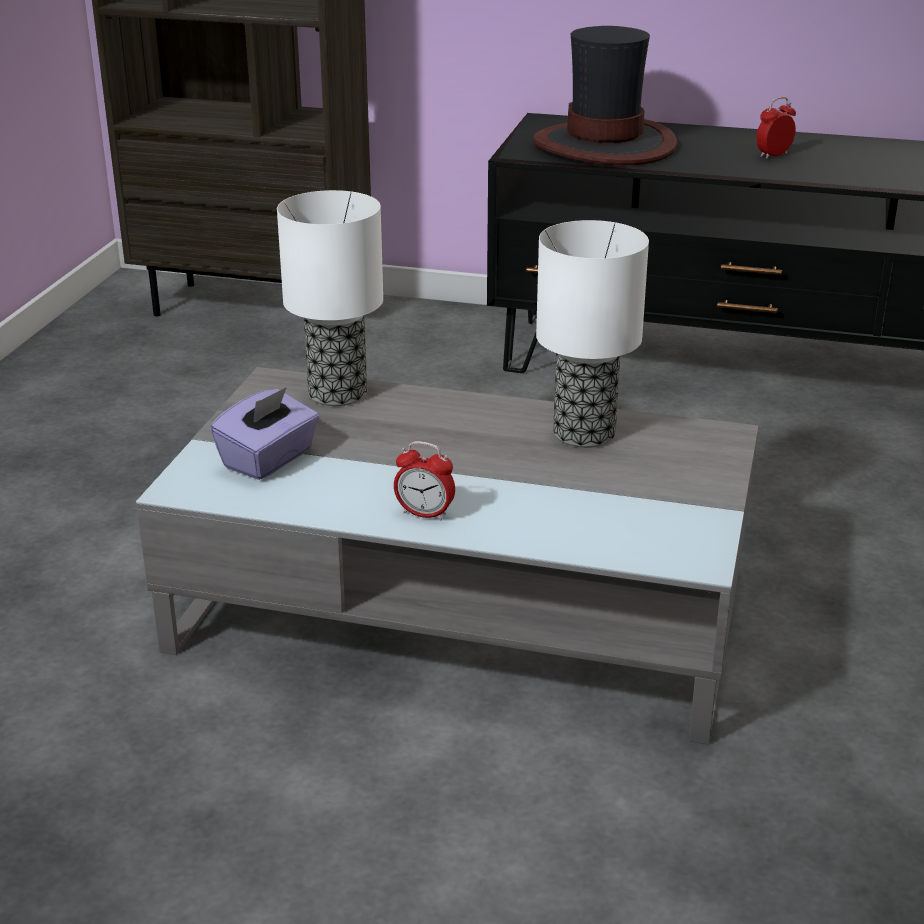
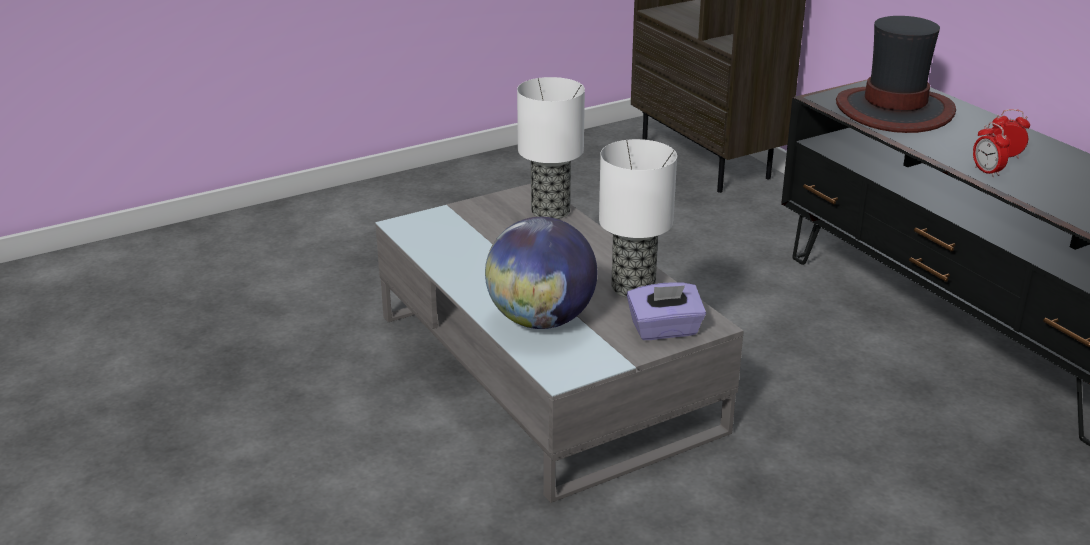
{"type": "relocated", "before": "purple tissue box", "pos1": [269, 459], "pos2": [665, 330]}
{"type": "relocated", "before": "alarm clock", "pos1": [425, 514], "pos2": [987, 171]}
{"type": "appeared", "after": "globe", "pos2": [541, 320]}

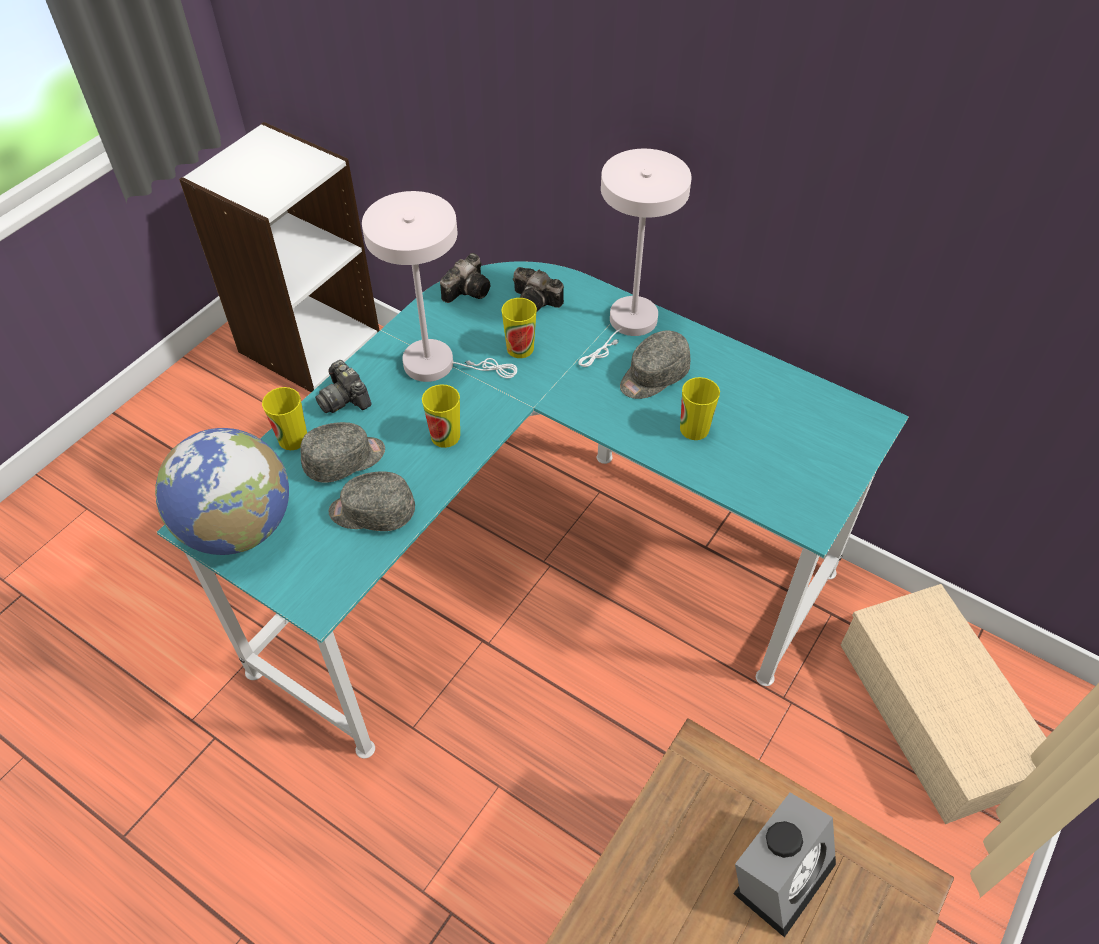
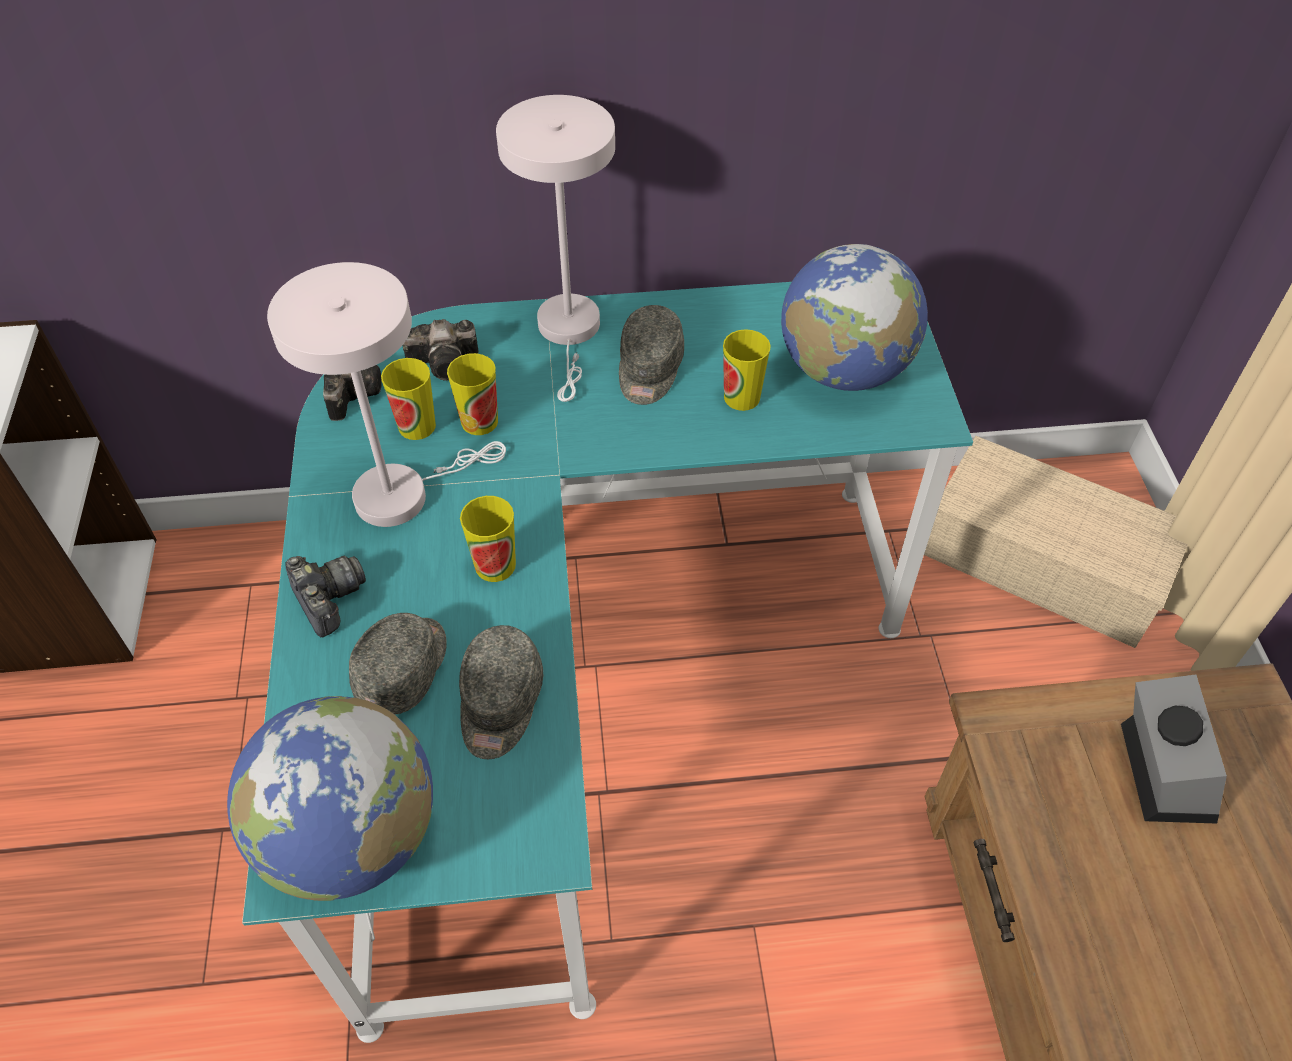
{"type": "relocated", "before": "cup", "pos1": [293, 439], "pos2": [417, 426]}
{"type": "spun", "before": "photo camera", "pos1": [344, 398], "pos2": [328, 600], "turn": -135}
{"type": "spun", "before": "grey cap", "pos1": [372, 512], "pos2": [500, 703], "turn": -45}
{"type": "appeared", "after": "globe", "pos2": [843, 370]}

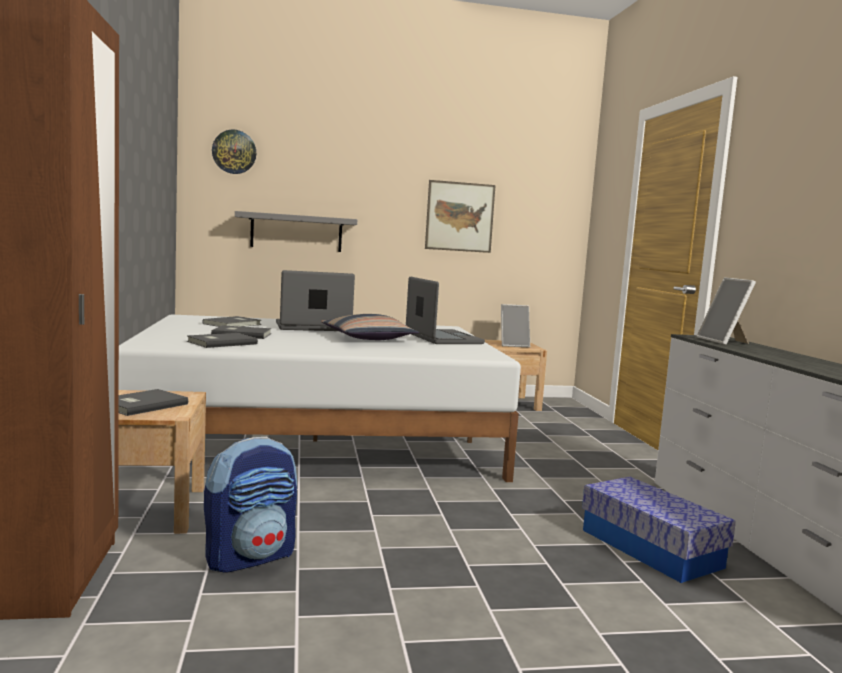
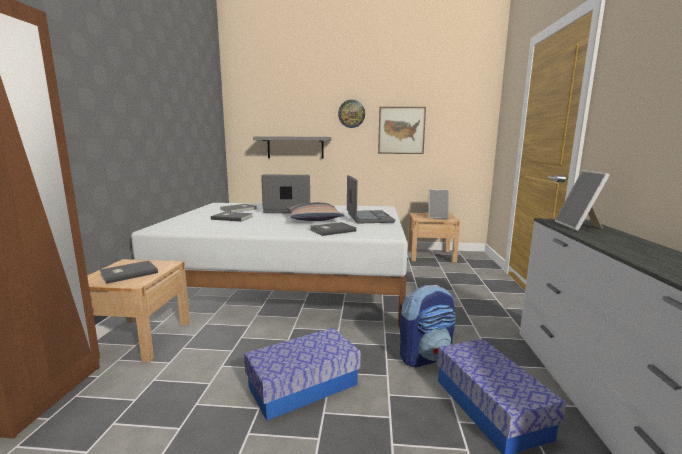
{"type": "relocated", "before": "grey book", "pos1": [220, 342], "pos2": [331, 230]}
{"type": "relocated", "before": "backpack", "pos1": [251, 557], "pos2": [425, 356]}
{"type": "relocated", "before": "wall clock", "pos1": [234, 152], "pos2": [351, 114]}
{"type": "appeared", "after": "storage box", "pos2": [303, 386]}

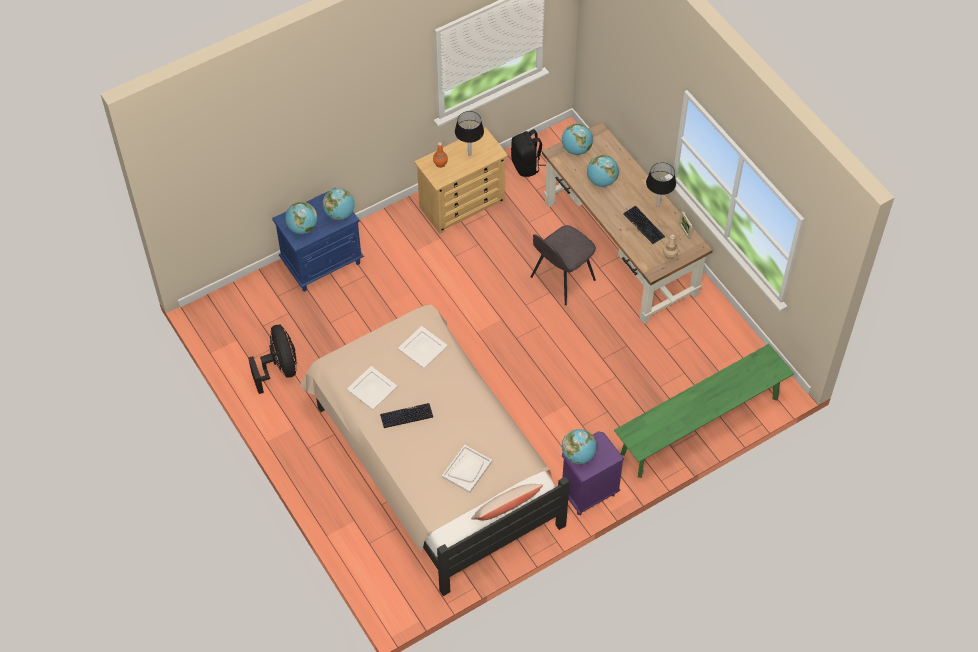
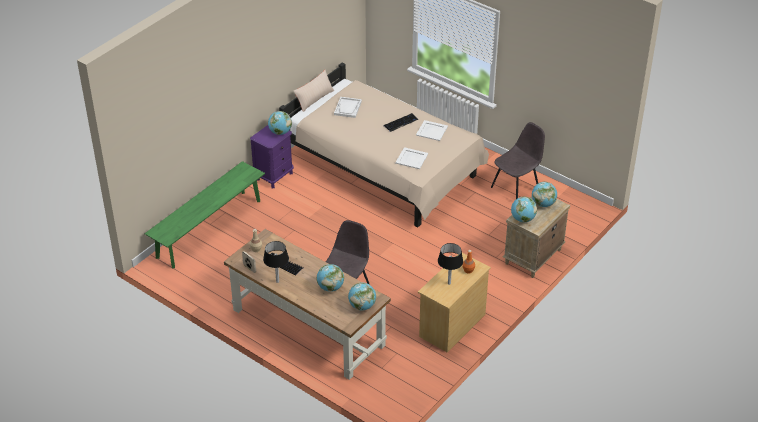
{"type": "exchanged", "before": "black fan", "after": "grey chair", "pos1": [279, 369], "pos2": [516, 189]}
{"type": "colour", "before": "blue nightstand", "after": "beige nightstand", "pos1": [322, 262], "pos2": [533, 257]}
{"type": "missing", "before": "black backpack", "pos1": [526, 166]}

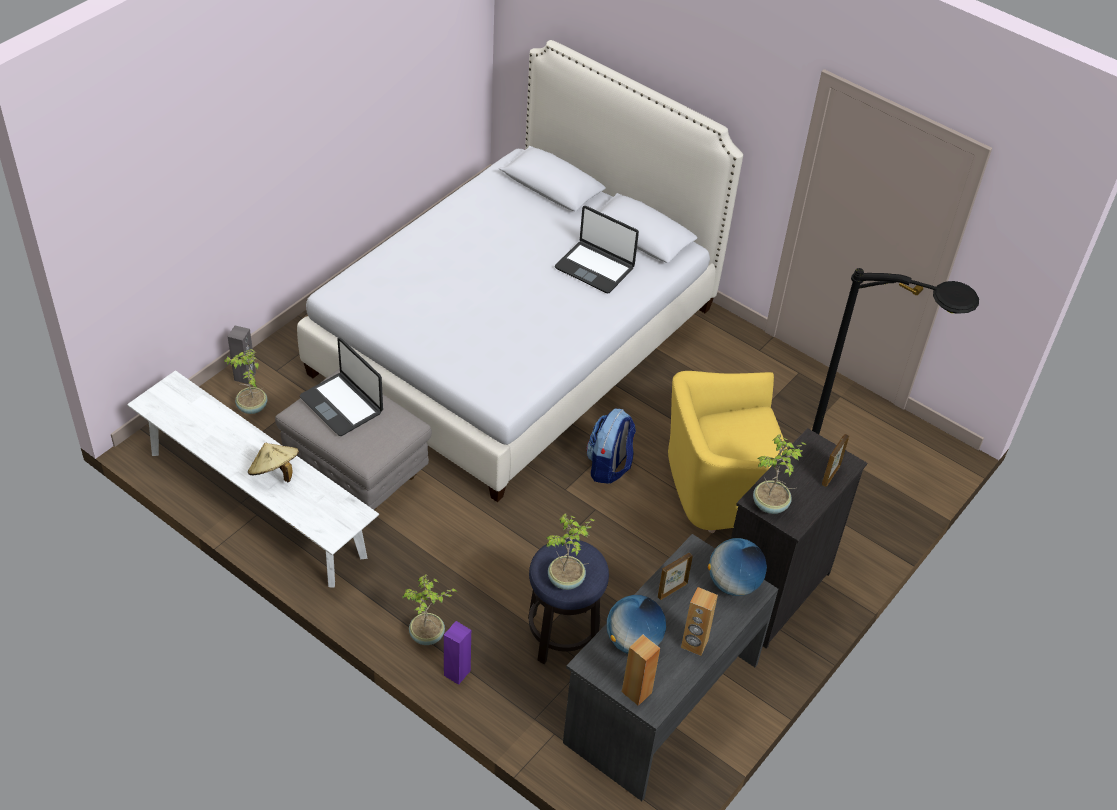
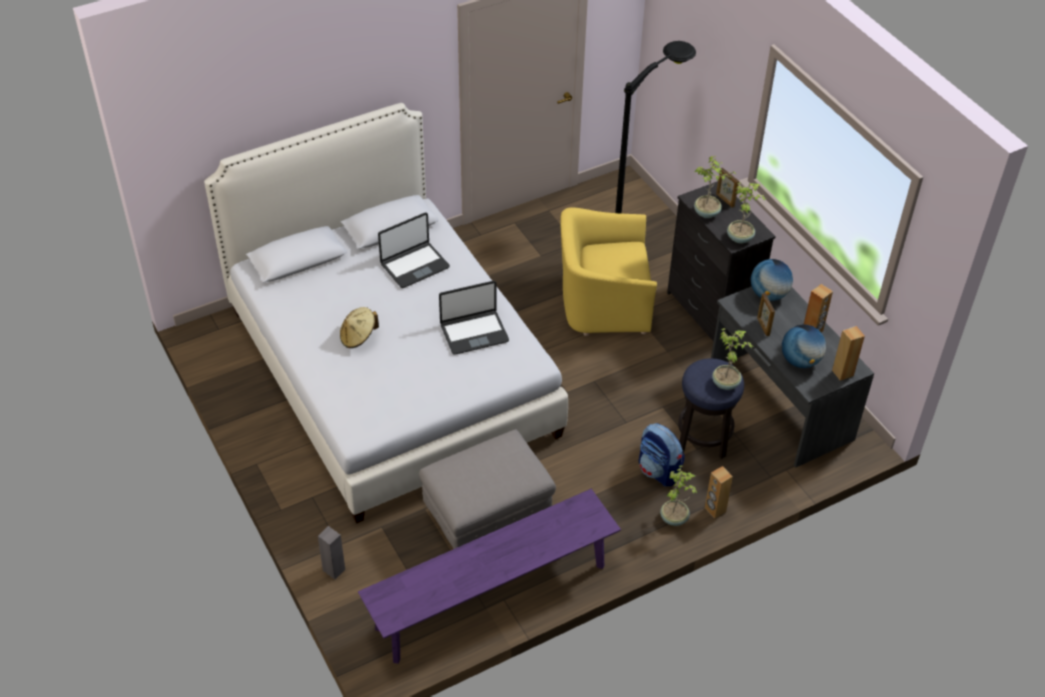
{"type": "colour", "before": "white bench", "after": "purple bench", "pos1": [256, 504], "pos2": [491, 597]}
{"type": "relocated", "before": "potted plant", "pos1": [251, 407], "pos2": [707, 213]}
{"type": "relocated", "before": "beige hat", "pos1": [275, 473], "pos2": [358, 337]}
{"type": "relocated", "before": "laptop", "pos1": [342, 404], "pos2": [474, 332]}
{"type": "colour", "before": "purple speaker", "after": "brown speaker", "pos1": [456, 673], "pos2": [715, 510]}
{"type": "relocated", "before": "backpack", "pos1": [609, 467], "pos2": [659, 471]}
{"type": "spun", "before": "yellow armchair", "pos1": [723, 485], "pos2": [603, 302], "turn": 75}

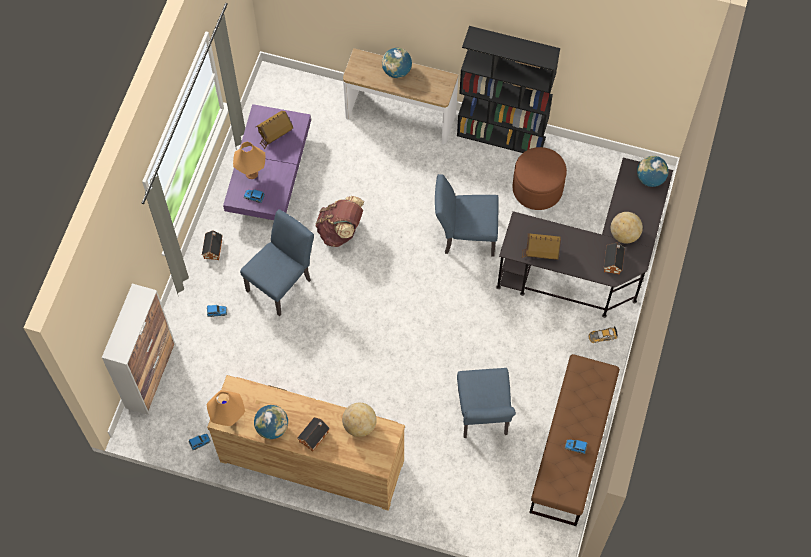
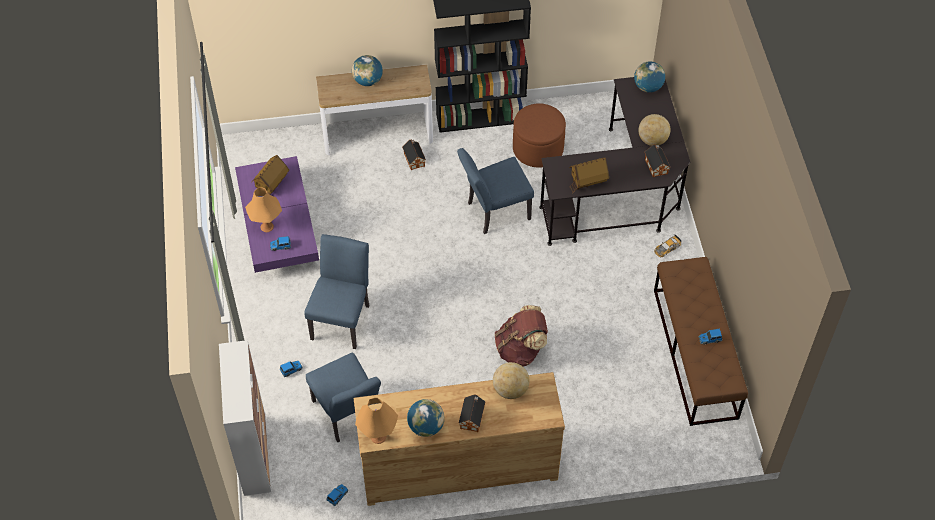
{"type": "relocated", "before": "toy house", "pos1": [213, 248], "pos2": [414, 159]}
{"type": "relocated", "before": "brown backpack", "pos1": [341, 231], "pos2": [520, 349]}
{"type": "relocated", "before": "blue chair", "pos1": [483, 417], "pos2": [348, 415]}

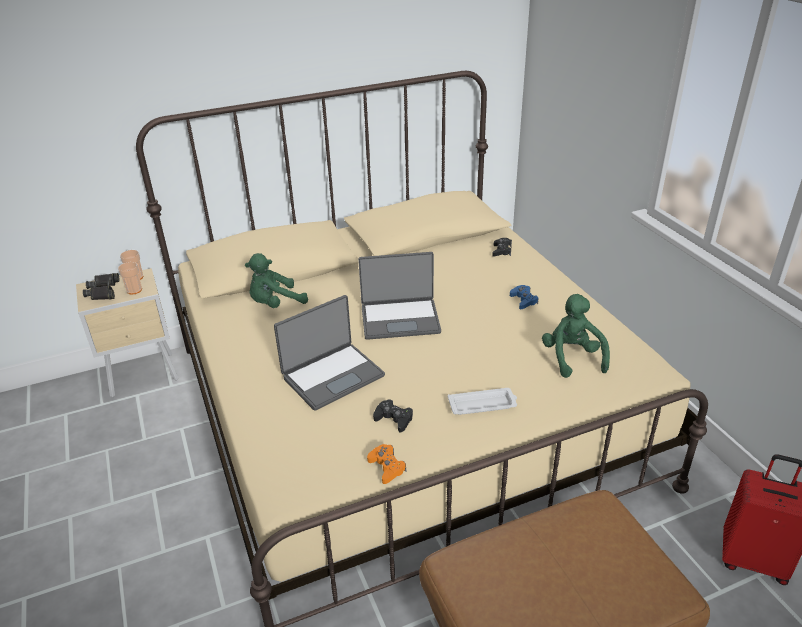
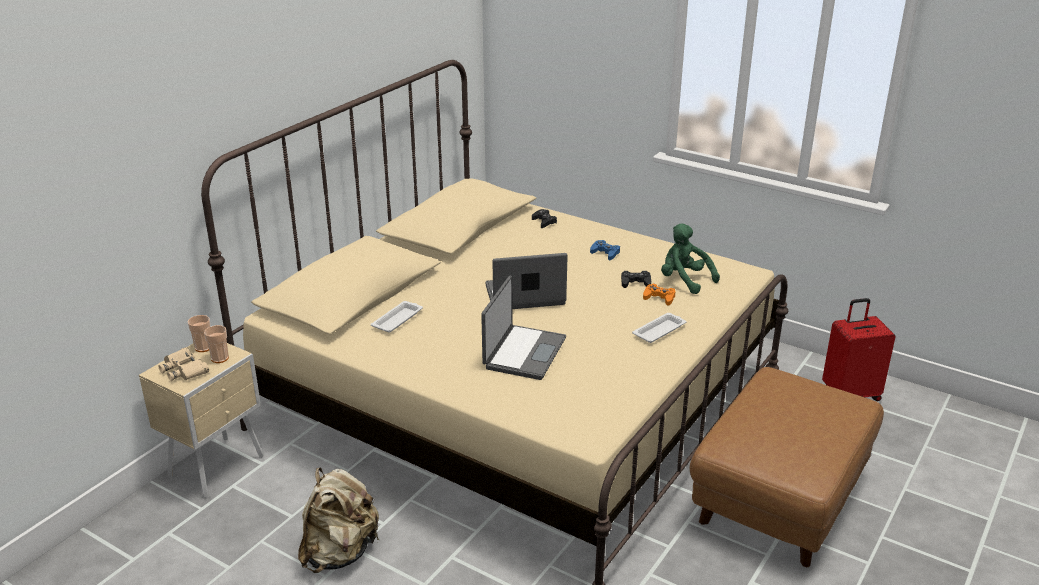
{"type": "colour", "before": "black binoculars", "after": "beige binoculars", "pos1": [103, 291], "pos2": [184, 370]}
{"type": "exchanged", "before": "green plush toy", "after": "white tray", "pos1": [275, 303], "pos2": [398, 319]}
{"type": "spun", "before": "laptop", "pos1": [400, 319], "pos2": [525, 296], "turn": -150}
{"type": "relocated", "before": "orange game controller", "pos1": [387, 467], "pos2": [659, 298]}
{"type": "relocated", "before": "black game controller", "pos1": [394, 419], "pos2": [635, 283]}
{"type": "appeared", "after": "beige backpack", "pos2": [340, 552]}

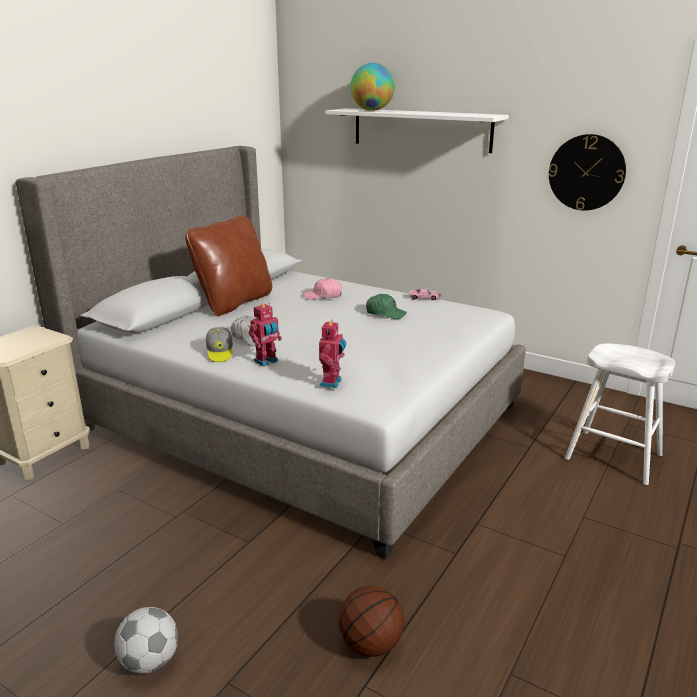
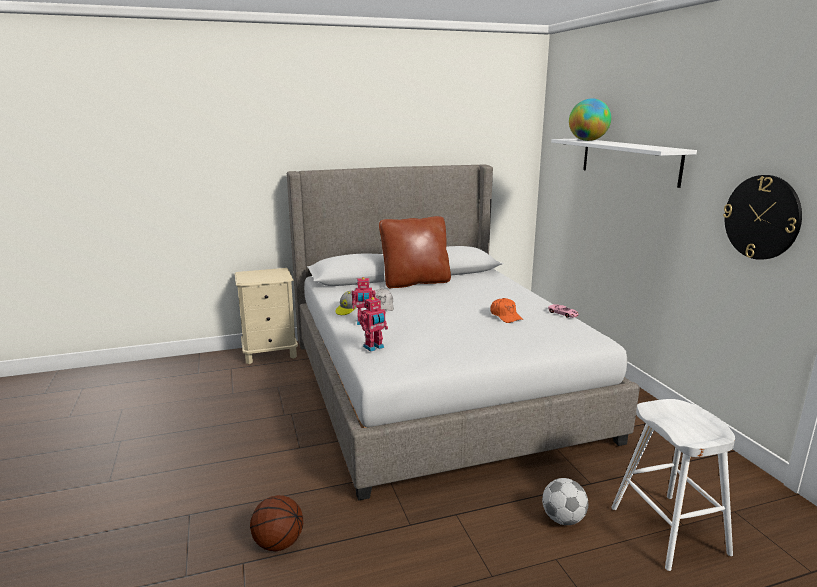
{"type": "relocated", "before": "football", "pos1": [150, 661], "pos2": [563, 519]}
{"type": "missing", "before": "pink cap", "pos1": [323, 296]}
{"type": "colour", "before": "green cap", "after": "orange cap", "pos1": [385, 313], "pos2": [506, 316]}

